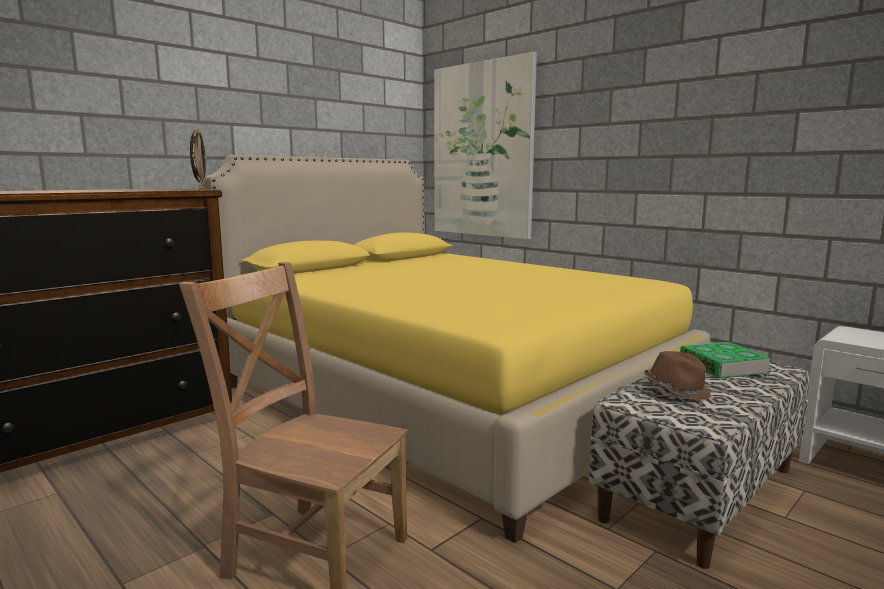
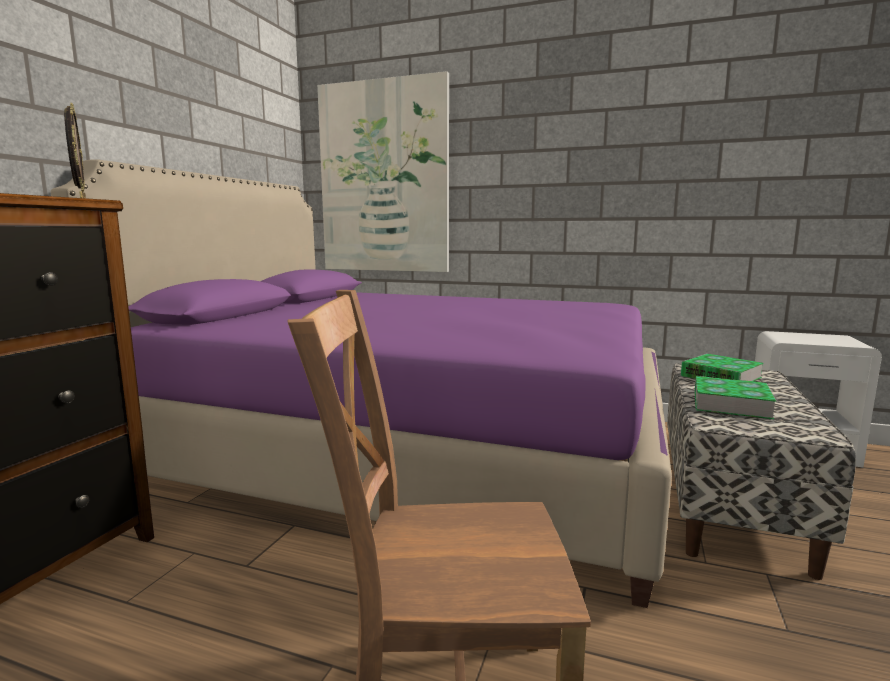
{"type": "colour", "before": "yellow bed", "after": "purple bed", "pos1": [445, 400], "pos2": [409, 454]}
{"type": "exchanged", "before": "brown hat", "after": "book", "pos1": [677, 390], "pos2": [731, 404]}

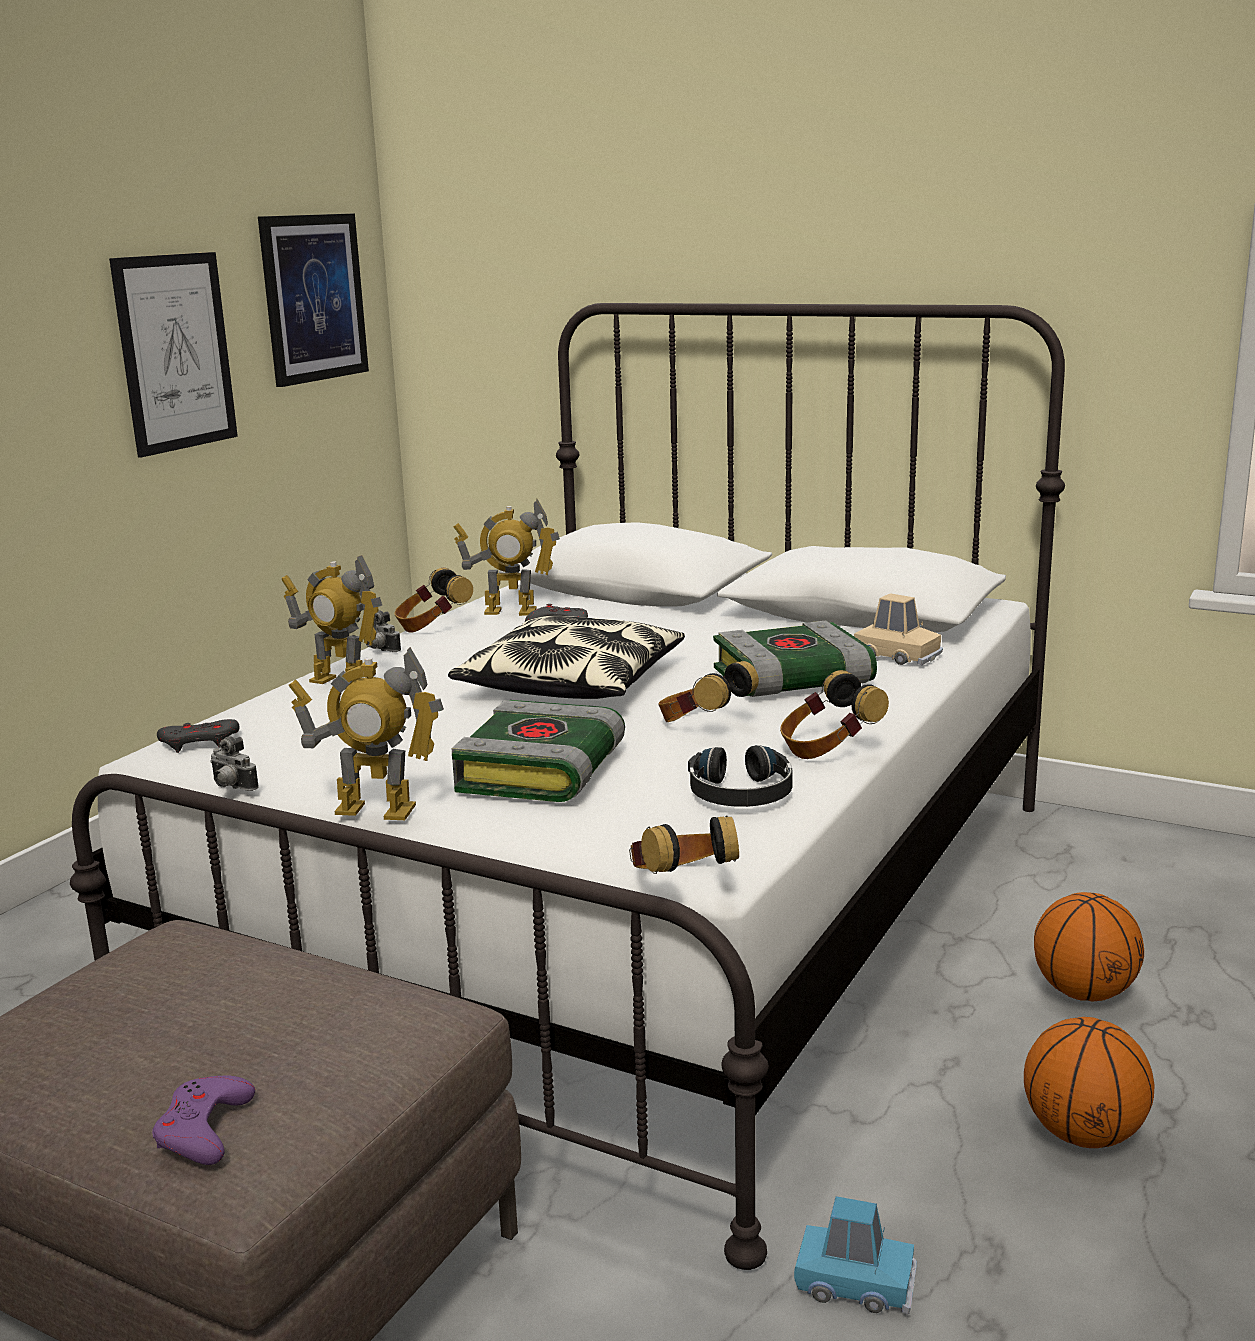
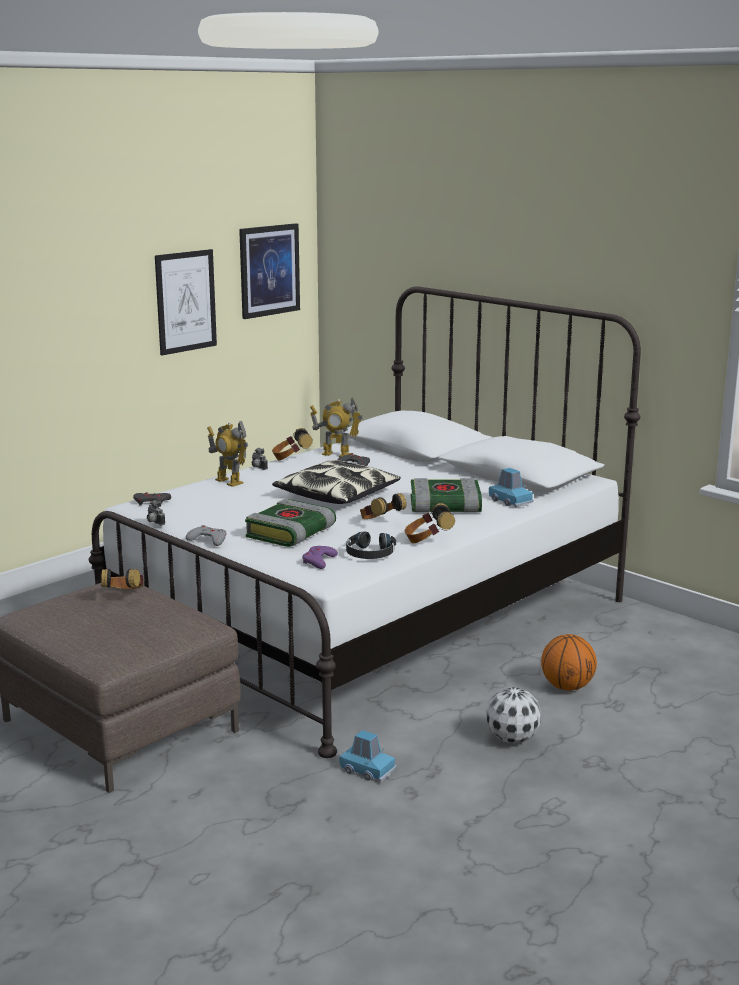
{"type": "relocated", "before": "purple game controller", "pos1": [203, 1129], "pos2": [319, 561]}
{"type": "exchanged", "before": "toy robot", "after": "grey game controller", "pos1": [375, 810], "pos2": [208, 540]}
{"type": "relocated", "before": "headphones", "pos1": [681, 886], "pos2": [124, 596]}
{"type": "colour", "before": "beige toy car", "after": "blue toy car", "pos1": [897, 656], "pos2": [510, 501]}
{"type": "exchanged", "before": "basketball", "after": "football", "pos1": [1083, 1134], "pos2": [513, 739]}

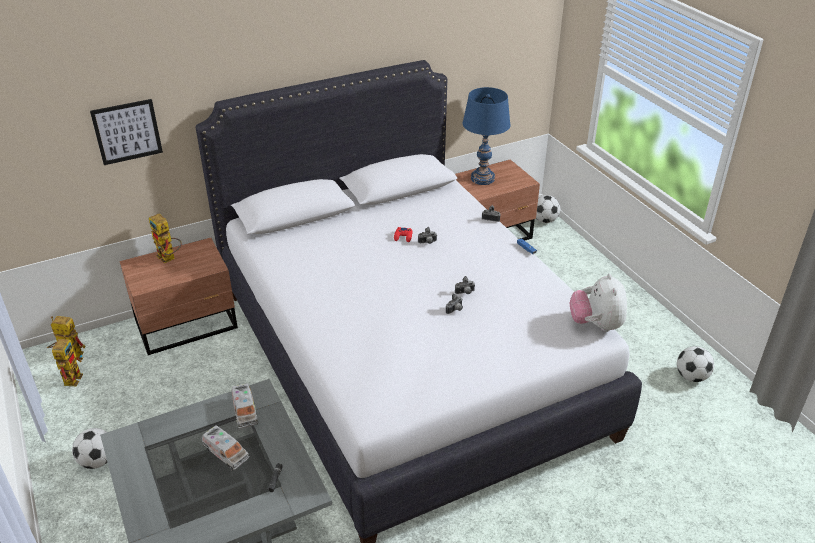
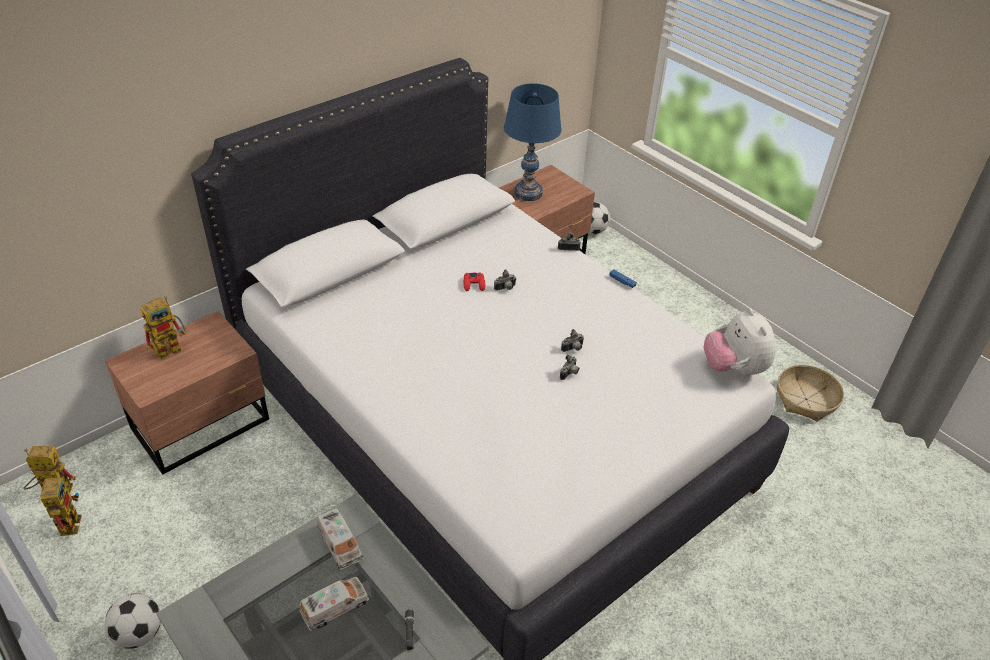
{"type": "missing", "before": "picture", "pos1": [127, 131]}
{"type": "spun", "before": "toy robot", "pos1": [169, 258], "pos2": [172, 347], "turn": -75}
{"type": "spun", "before": "toy truck", "pos1": [226, 453], "pos2": [334, 608], "turn": -60}
{"type": "exchanged", "before": "football", "after": "basket", "pos1": [691, 376], "pos2": [806, 399]}

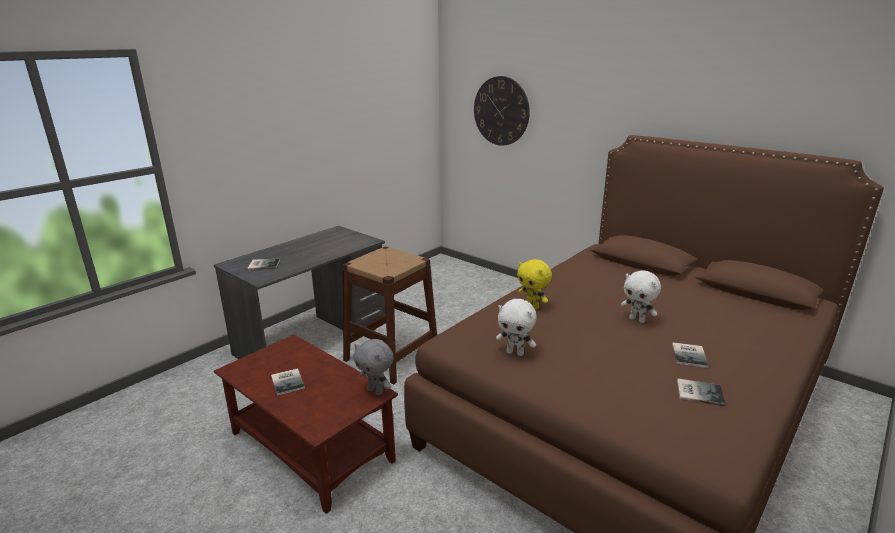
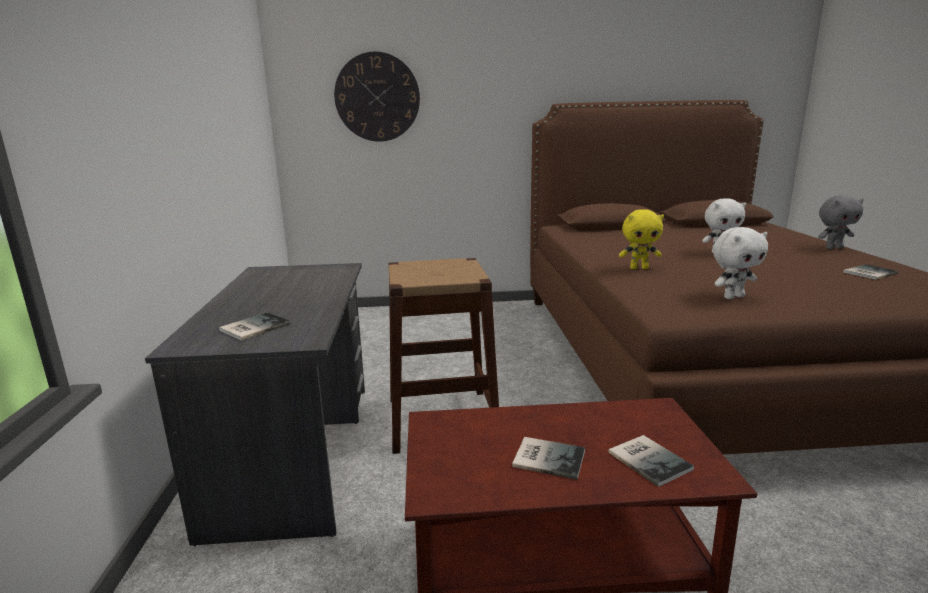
{"type": "relocated", "before": "grey plush toy", "pos1": [376, 391], "pos2": [833, 248]}
{"type": "relocated", "before": "book", "pos1": [690, 355], "pos2": [649, 459]}

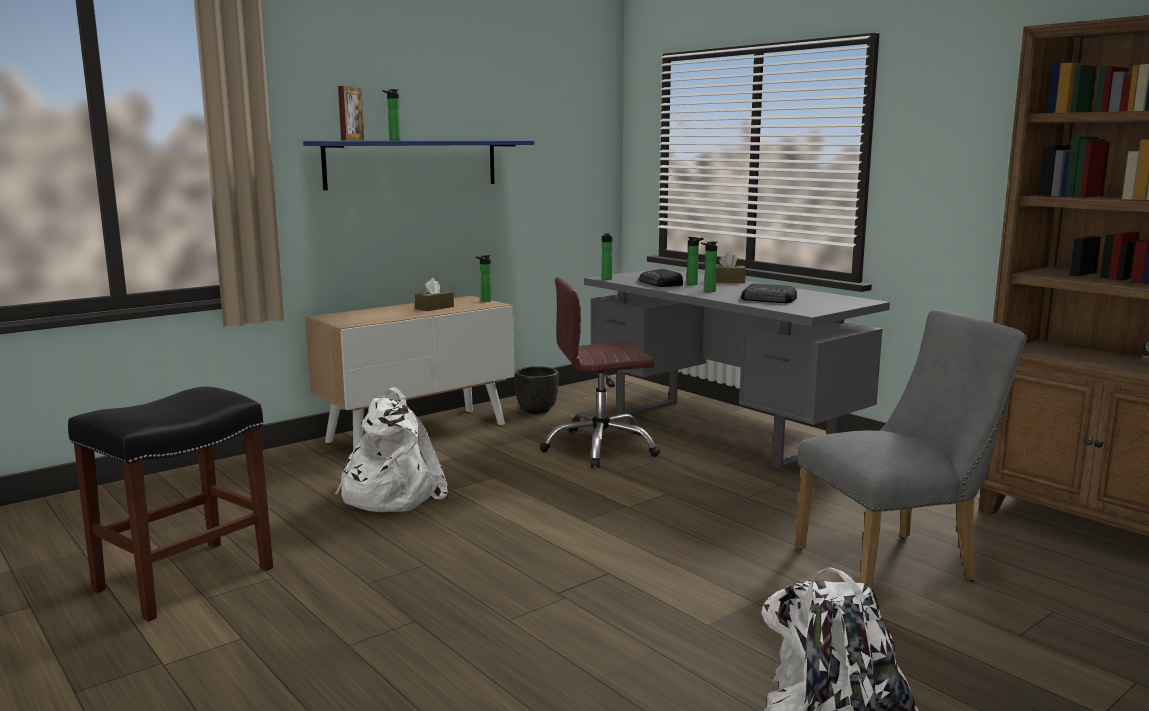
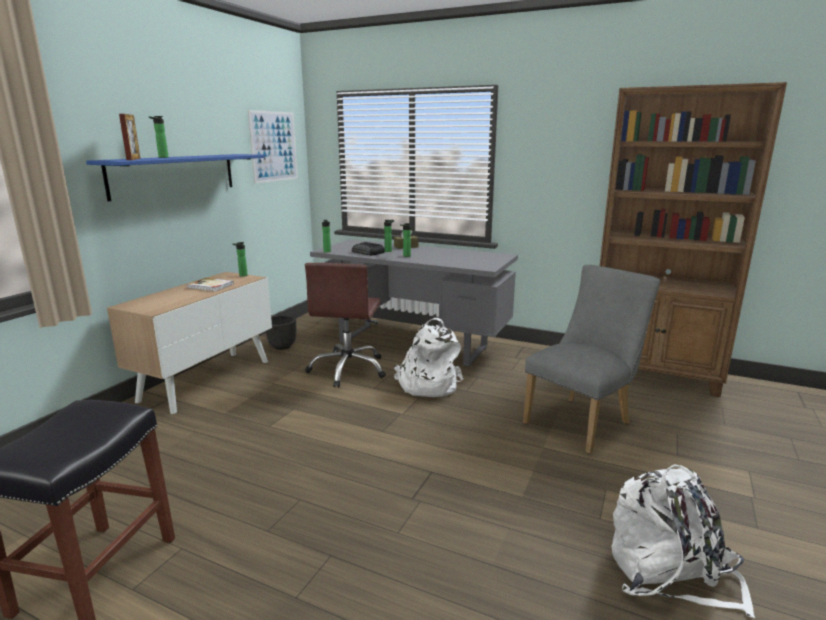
{"type": "relocated", "before": "white backpack", "pos1": [389, 495], "pos2": [427, 385]}
{"type": "exchanged", "before": "brown tissue box", "after": "book", "pos1": [434, 308], "pos2": [210, 286]}
{"type": "spun", "before": "brown office chair", "pos1": [600, 447], "pos2": [348, 369], "turn": -45}
{"type": "missing", "before": "radio", "pos1": [769, 300]}
{"type": "appeared", "after": "picture", "pos2": [273, 146]}

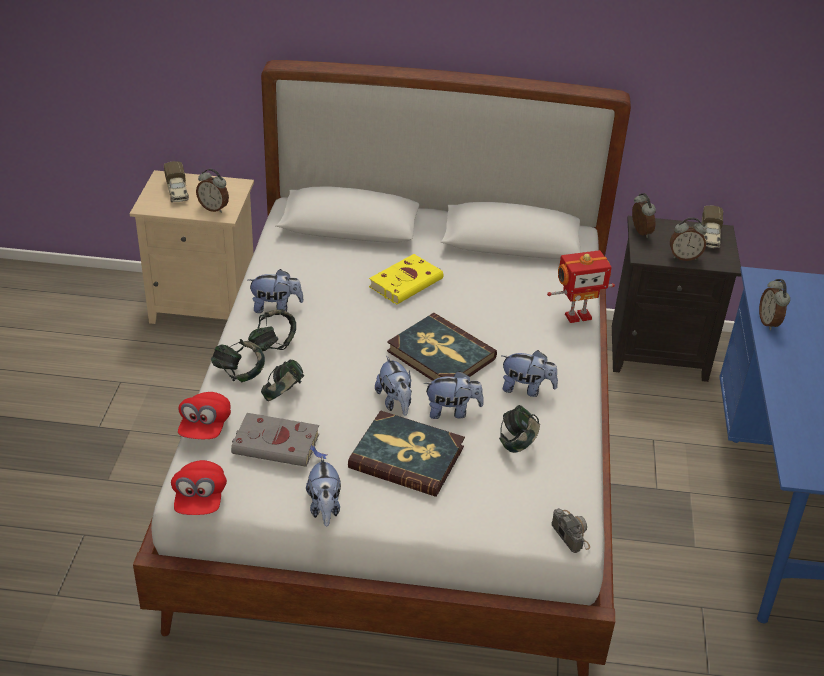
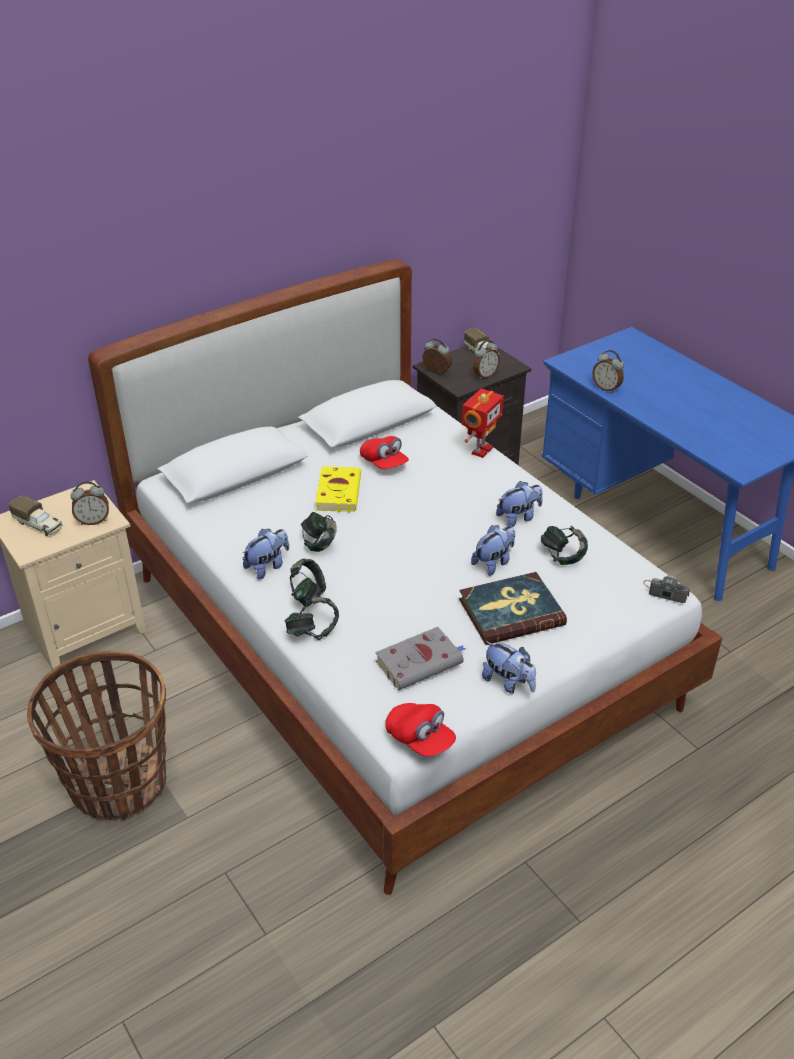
{"type": "relocated", "before": "red cap", "pos1": [205, 427], "pos2": [384, 463]}
{"type": "relocated", "before": "headphones", "pos1": [283, 395], "pos2": [319, 544]}
{"type": "missing", "before": "plush toy", "pos1": [395, 402]}
{"type": "missing", "before": "book", "pos1": [440, 355]}
{"type": "appeared", "after": "basket", "pos2": [118, 783]}

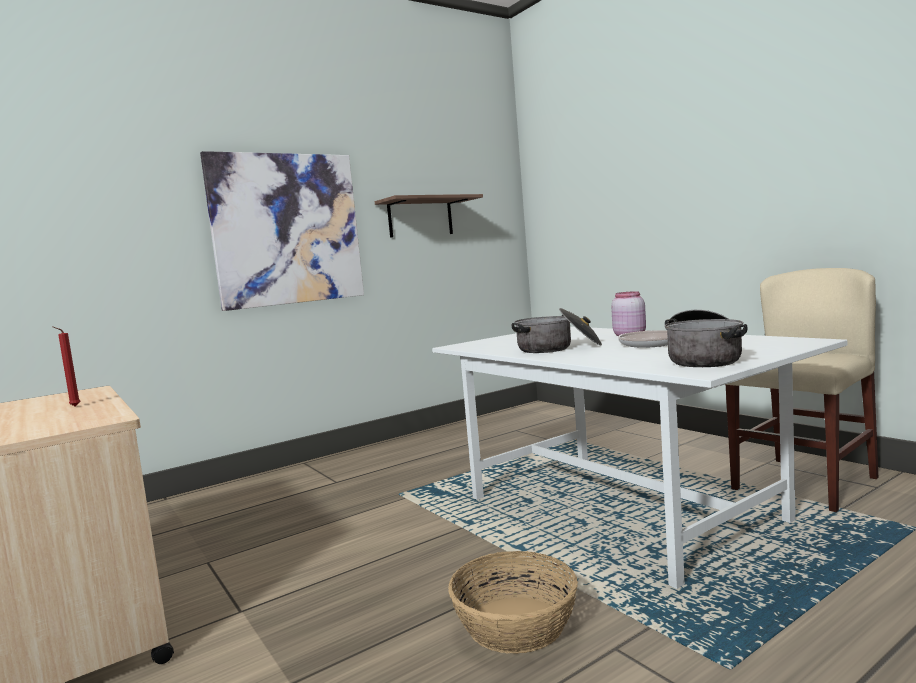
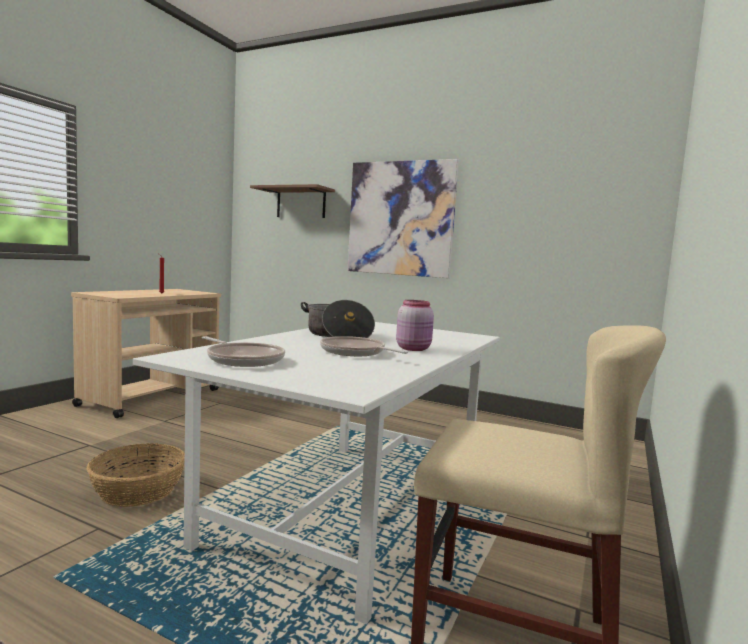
{"type": "relocated", "before": "shelf", "pos1": [420, 218], "pos2": [301, 203]}
{"type": "exchanged", "before": "cooking pot", "after": "frying pan", "pos1": [704, 359], "pos2": [243, 359]}

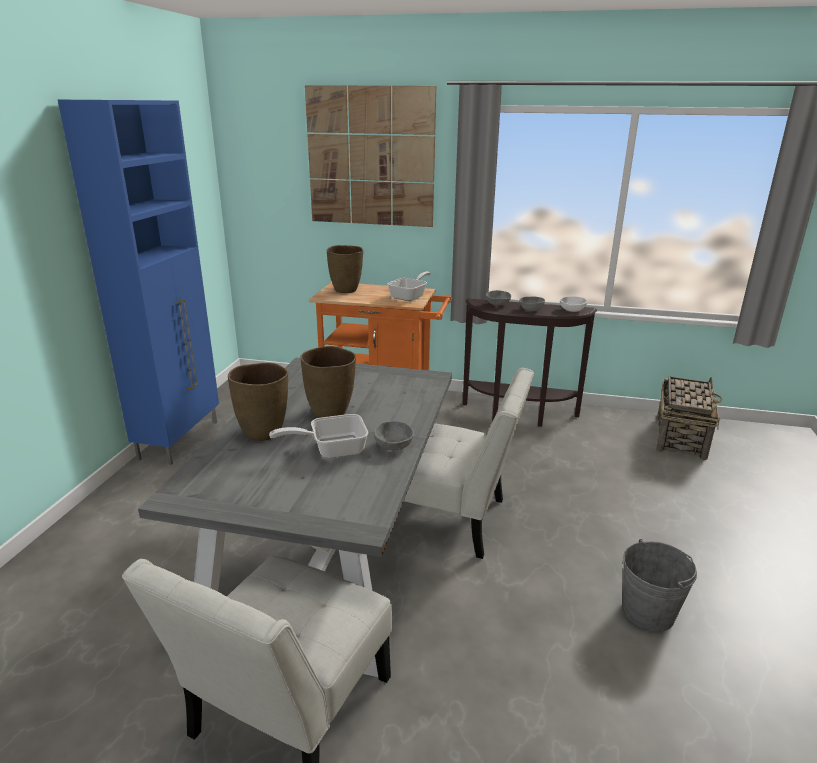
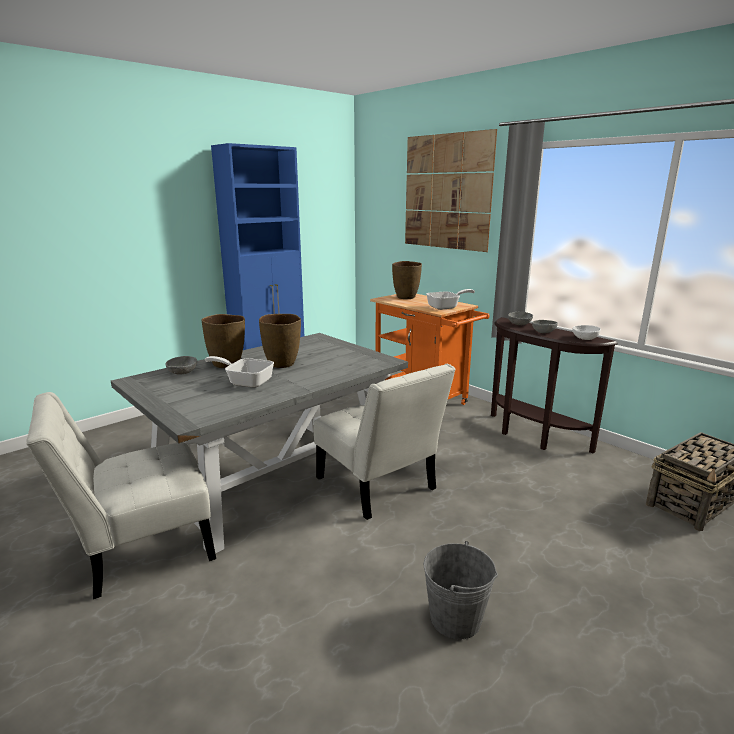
{"type": "relocated", "before": "grey bowl", "pos1": [394, 446], "pos2": [183, 373]}

